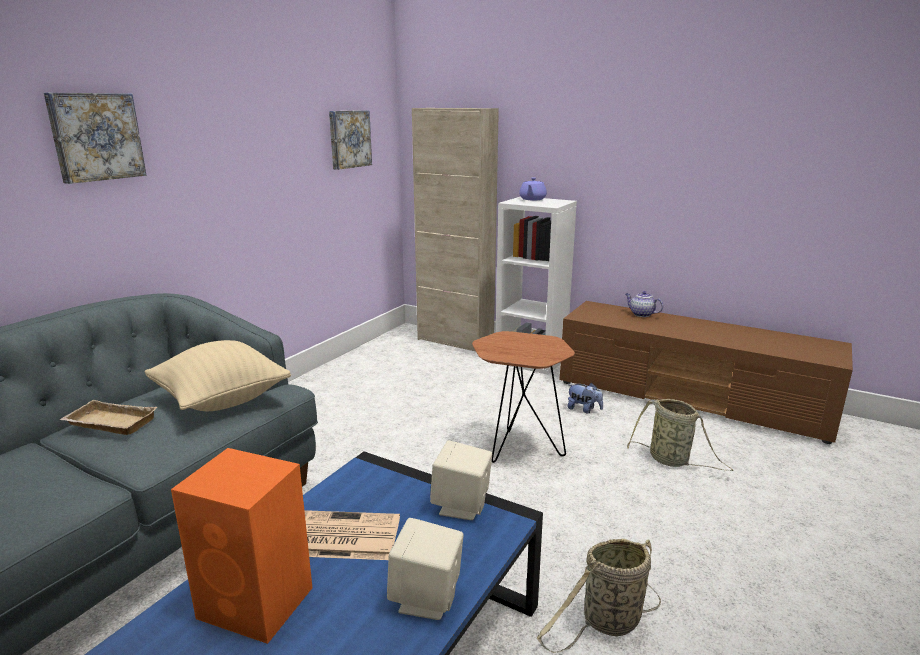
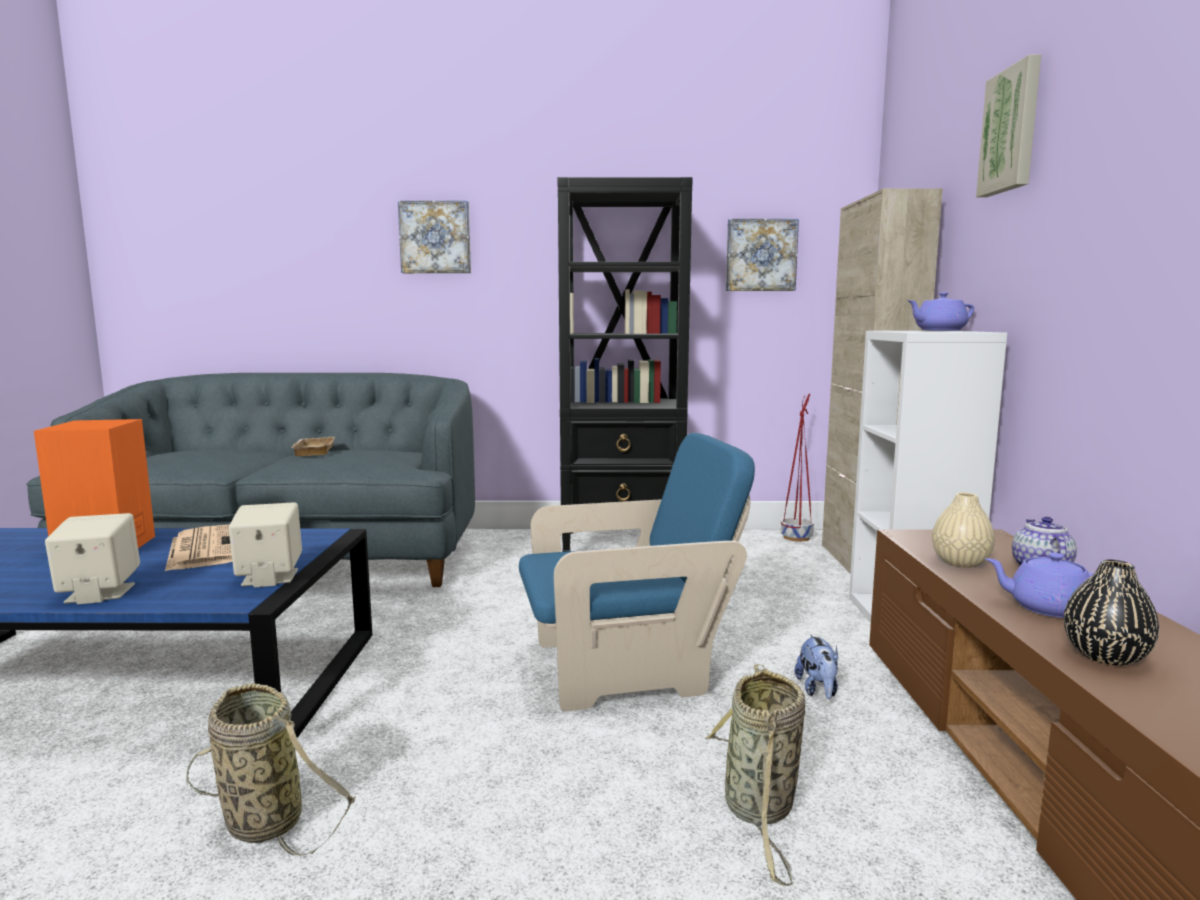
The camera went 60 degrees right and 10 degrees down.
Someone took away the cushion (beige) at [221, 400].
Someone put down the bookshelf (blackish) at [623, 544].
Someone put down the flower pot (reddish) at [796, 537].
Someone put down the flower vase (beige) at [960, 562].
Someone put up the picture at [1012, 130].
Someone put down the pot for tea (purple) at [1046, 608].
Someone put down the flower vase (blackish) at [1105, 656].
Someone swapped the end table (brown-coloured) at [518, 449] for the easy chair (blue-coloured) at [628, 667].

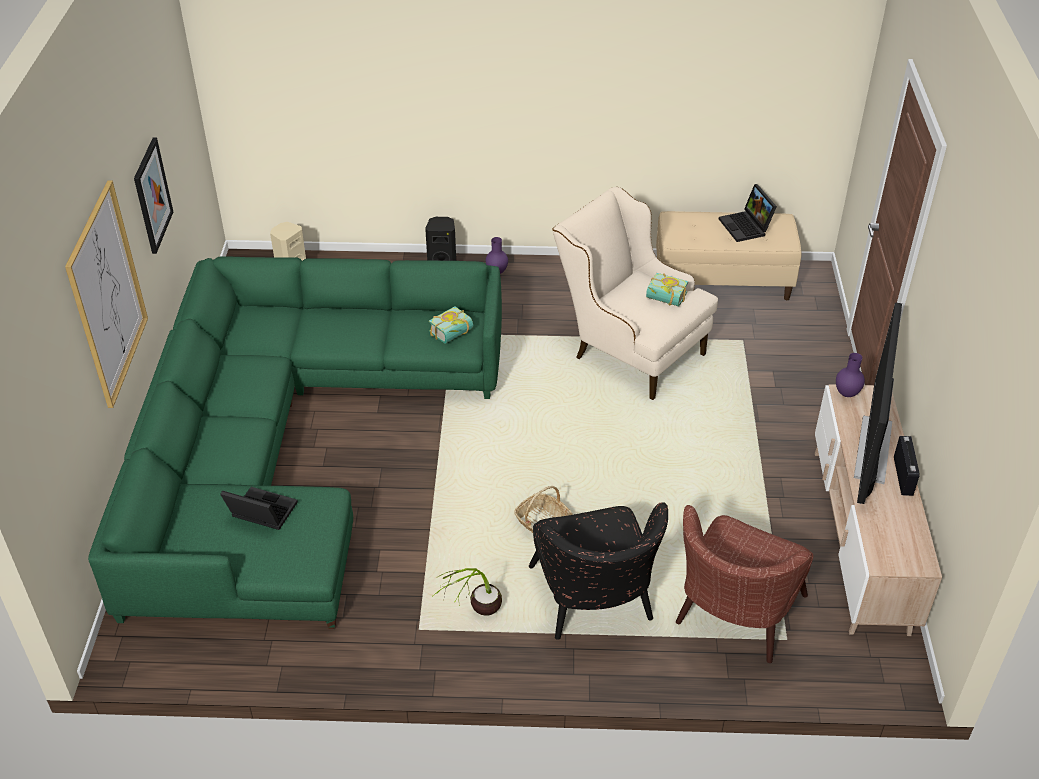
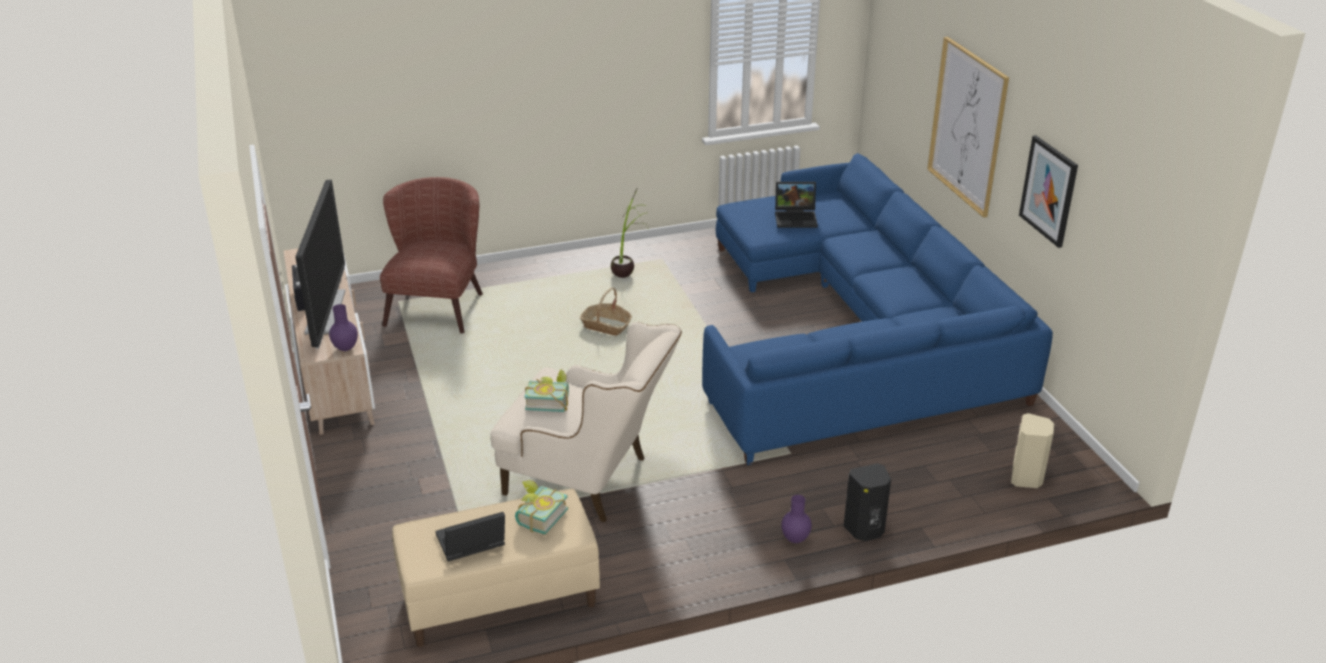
The camera went 160 degrees right and 10 degrees down.
Someone took away the easy chair (blackish) at [594, 604].
Someone carried the volume from [454, 335] to [538, 516].
Someone repainted the sofa (green) at [289, 442], which became the sofa (blue-coloured) at [856, 334].
Someone rotated the portable computer at [746, 227] by 75 degrees counterclockwise.

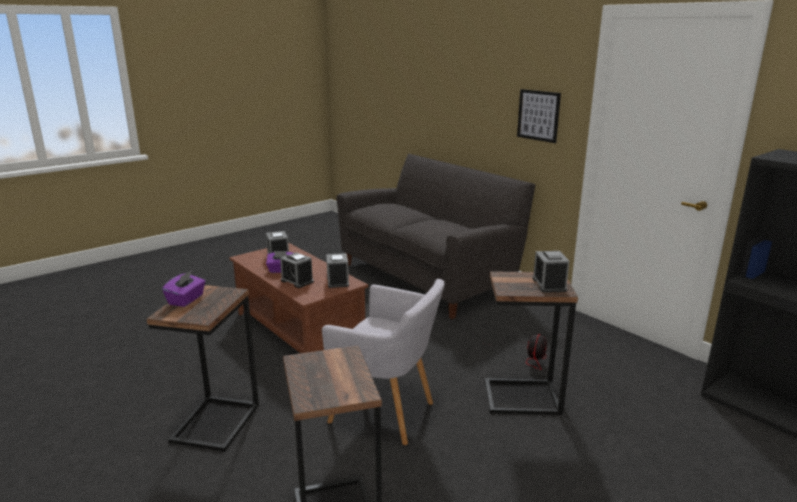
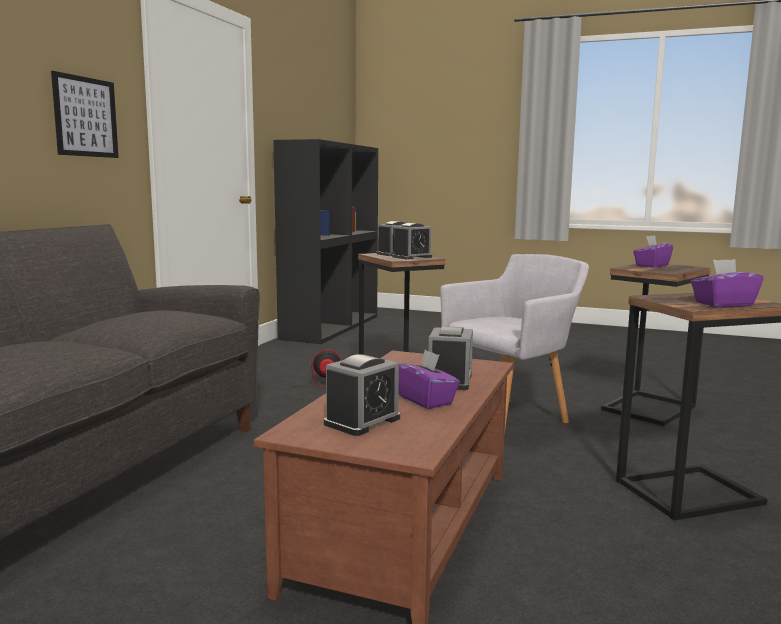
The camera went 120 degrees left and 10 degrees down.
Someone put down the tissue holder (purple) at [651, 266].
Someone carried the bedside clock from [337, 281] to [412, 257].
Someone rotated the easy chair (gray) at [386, 414] by 60 degrees clockwise.

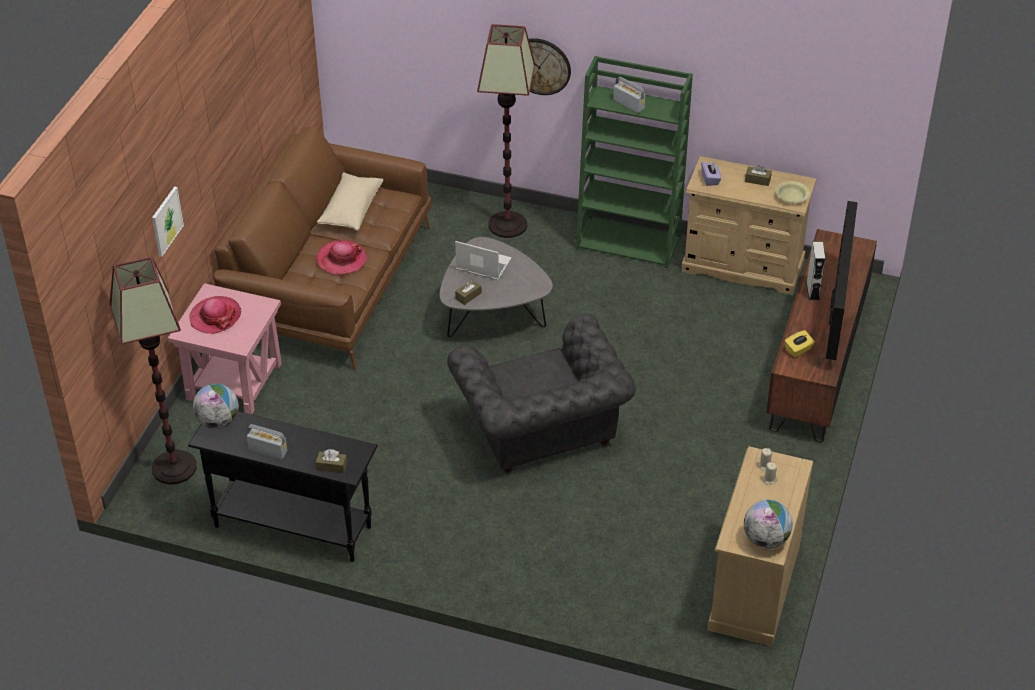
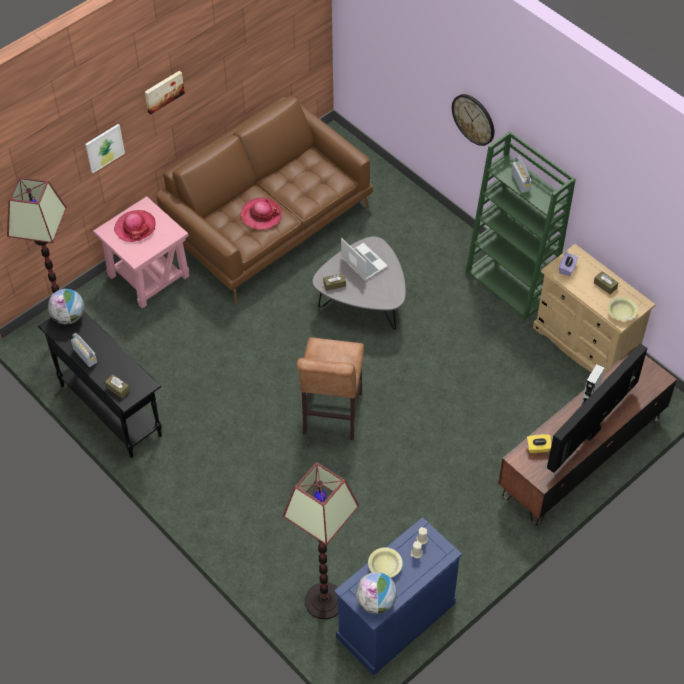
The camera went 30 degrees right and 10 degrees up.
Someone took away the cushion (beige) at [351, 210].
Someone put up the picture at [163, 91].
Someone put down the deep dish (yellowish) at [385, 566].
Someone carried the standing lamp from [508, 225] to [325, 601].
Someone swapped the easy chair (gray) at [542, 432] for the stool seat (brown-coloured) at [331, 417].
Someone repainted the chest of drawers (beige) at [754, 586], which became the chest of drawers (blue-coloured) at [395, 620].

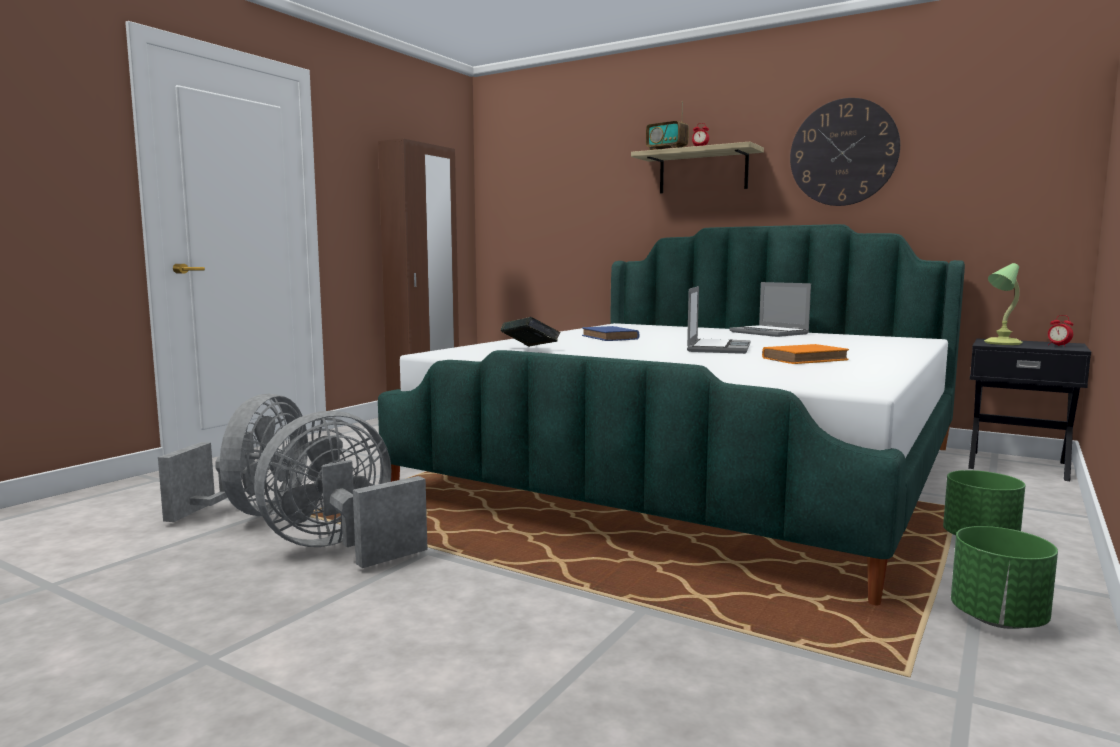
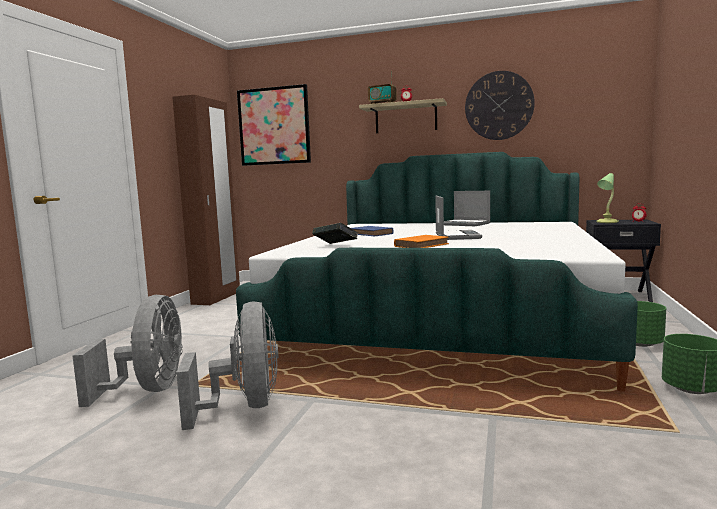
The camera went 15 degrees left and 0 degrees up.
Someone put up the picture at [274, 126].
Someone carried the volume (orangey) from [806, 359] to [422, 245].
Someone rotated the cooling fan (gray) at [341, 548] by 135 degrees clockwise.

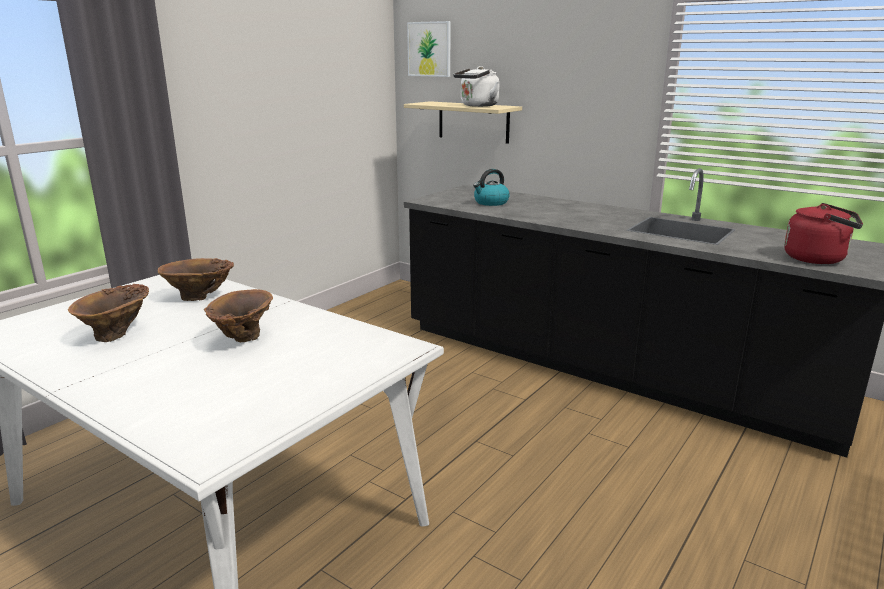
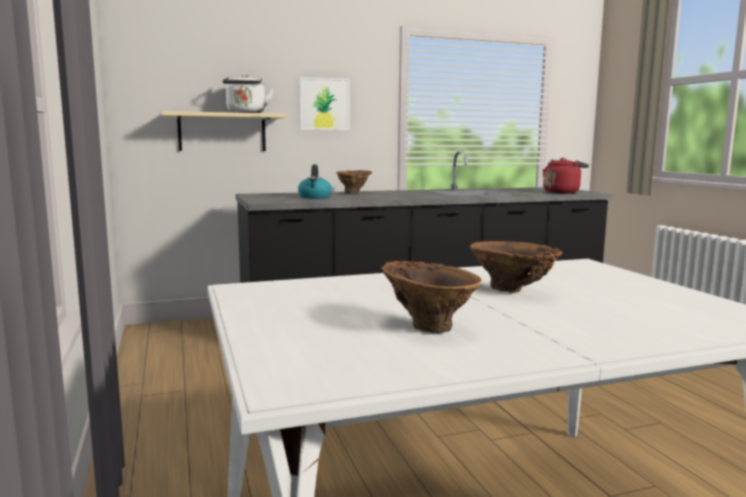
The camera went 55 degrees left and 10 degrees down.
Someone carried the flower vase (brown-coloured) from [200, 298] to [354, 192].
Someone carried the picture from [429, 49] to [324, 104].

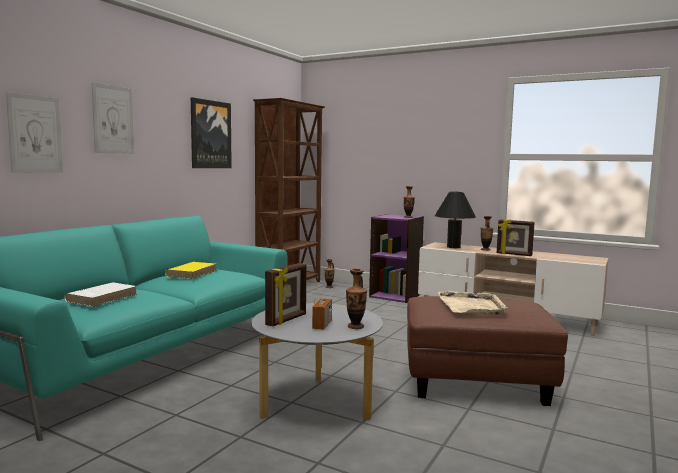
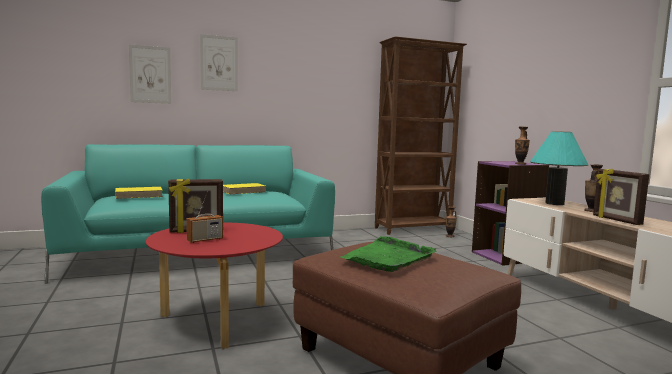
The camera went 40 degrees right and 0 degrees up.
Someone took away the picture at [210, 134].
Someone took away the flower vase at [355, 327].
Someone repainted the volume (white-coloured) at [102, 297], which became the volume (yellowish) at [139, 195].
Someone repainted the low table (gray) at [316, 403], which became the low table (reddish) at [217, 320].
Someone repainted the table lamp (blackish) at [453, 247], which became the table lamp (turquoise) at [554, 203].
Someone repainted the serving tray (beige) at [472, 306], which became the serving tray (green) at [388, 257].

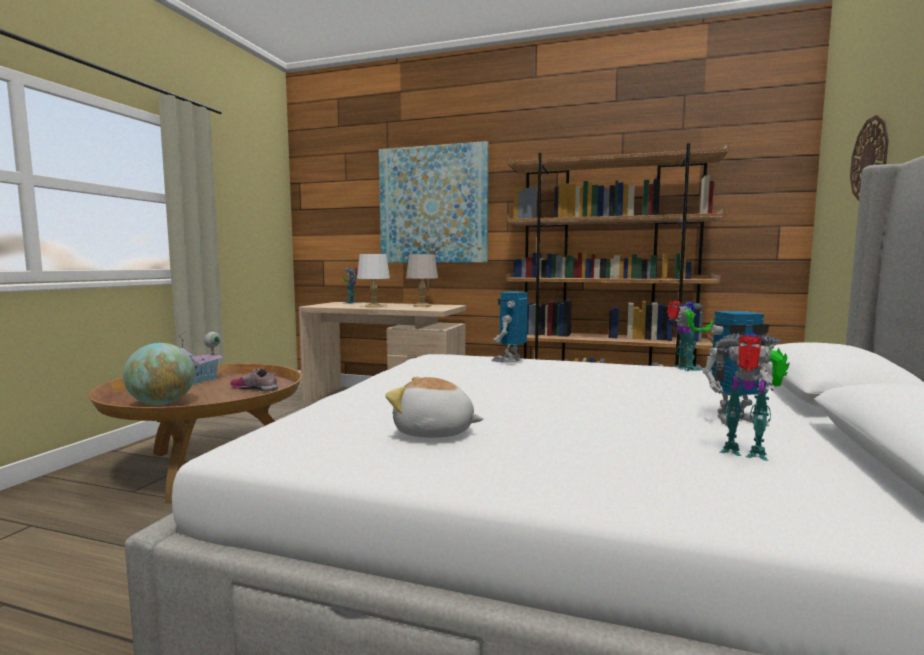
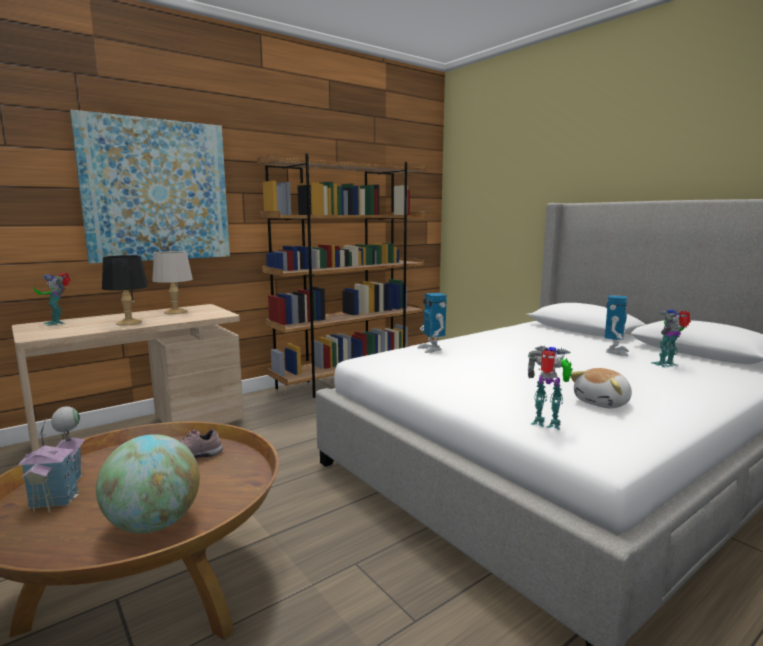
The camera went 55 degrees left and 5 degrees up.
Someone took away the hanging clock at [870, 159].
Someone carried the robot figure from [685, 368] to [547, 424].
Someone repainted the table lamp (white-coloured) at [374, 306], which became the table lamp (blackish) at [129, 322].

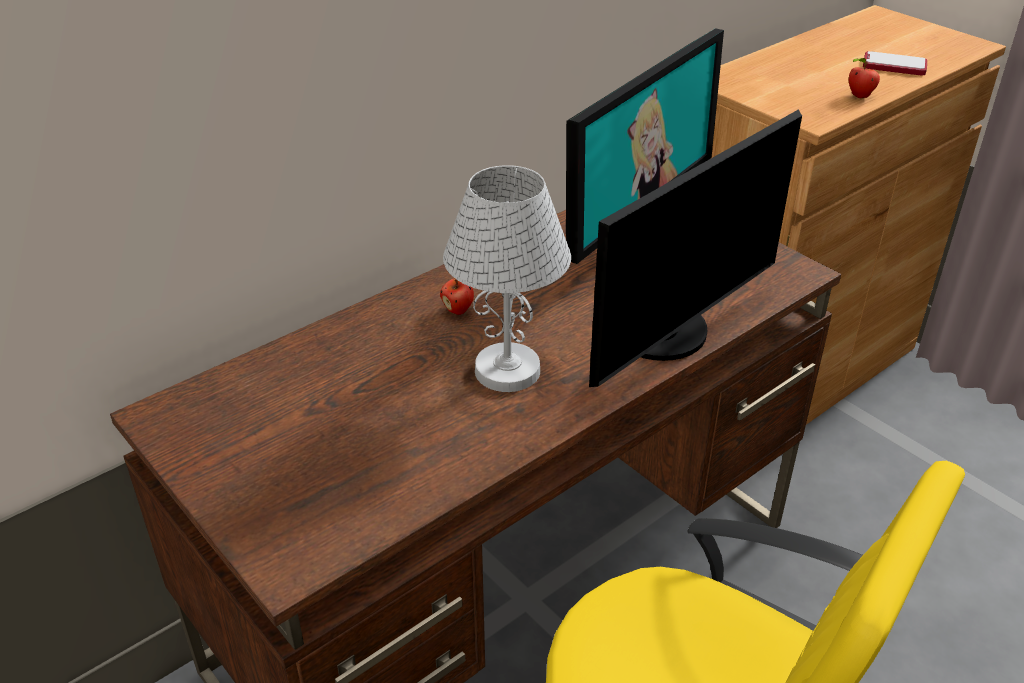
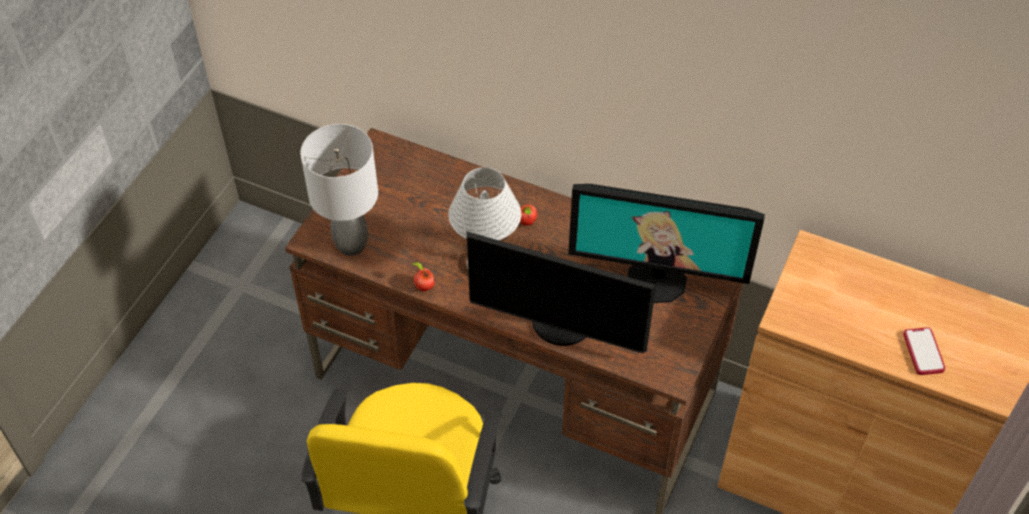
The camera went 65 degrees right and 15 degrees up.
Someone put down the table lamp (gray) at [352, 245].
Someone carried the apple fruit from [859, 96] to [423, 287].

